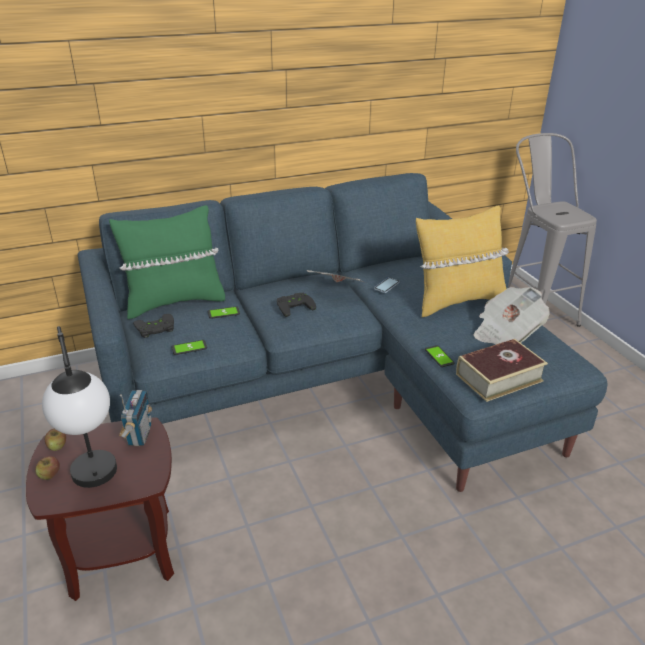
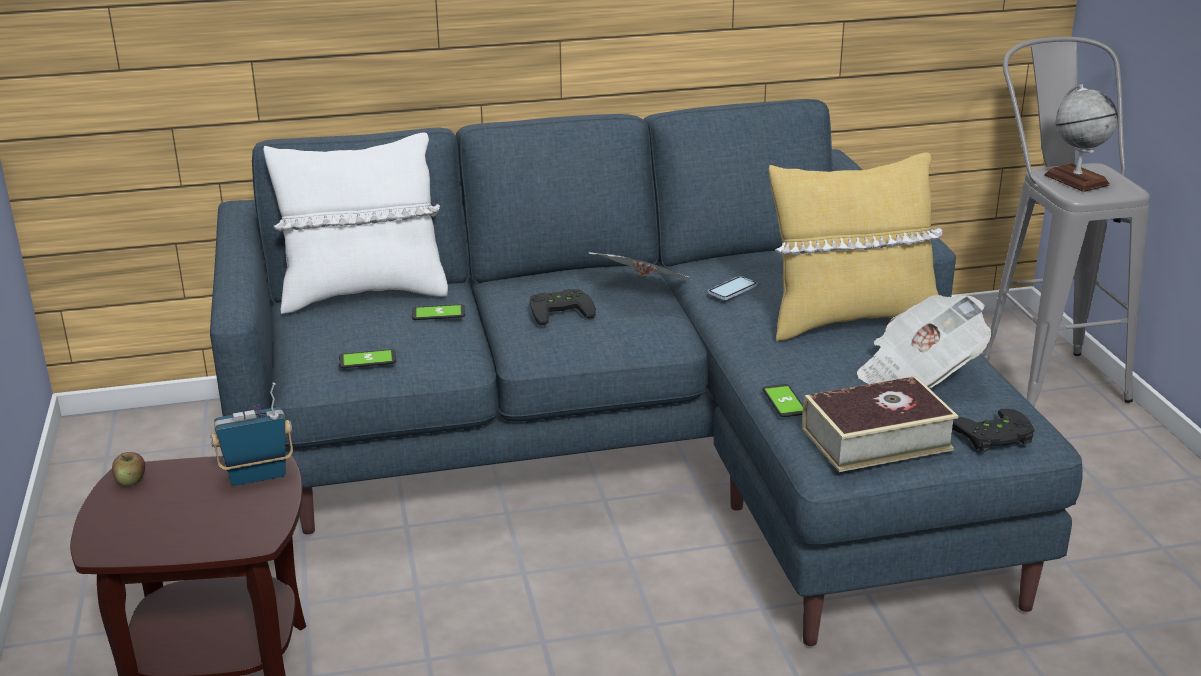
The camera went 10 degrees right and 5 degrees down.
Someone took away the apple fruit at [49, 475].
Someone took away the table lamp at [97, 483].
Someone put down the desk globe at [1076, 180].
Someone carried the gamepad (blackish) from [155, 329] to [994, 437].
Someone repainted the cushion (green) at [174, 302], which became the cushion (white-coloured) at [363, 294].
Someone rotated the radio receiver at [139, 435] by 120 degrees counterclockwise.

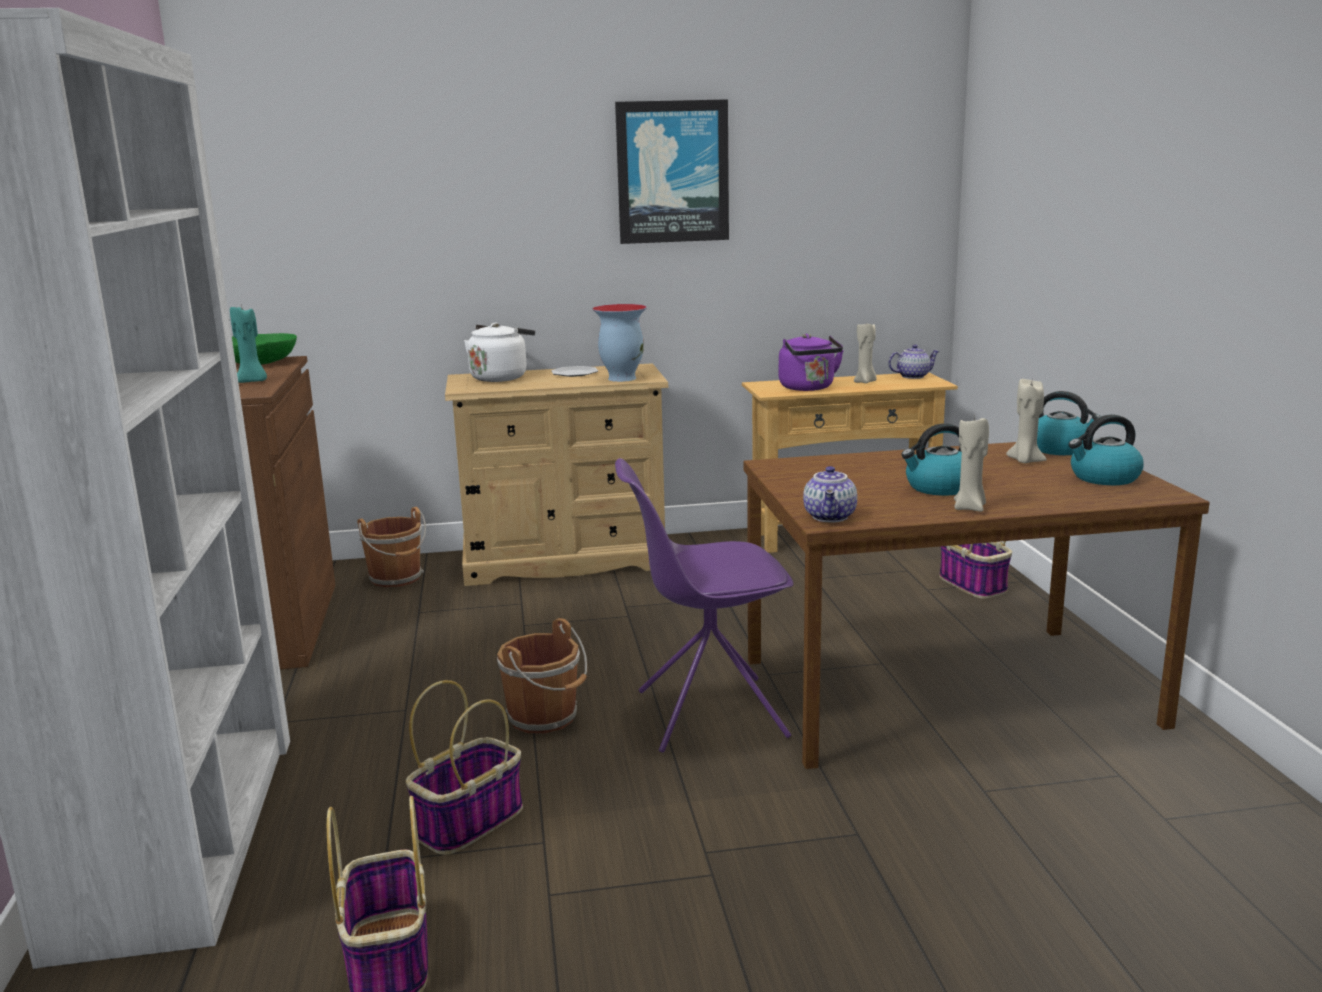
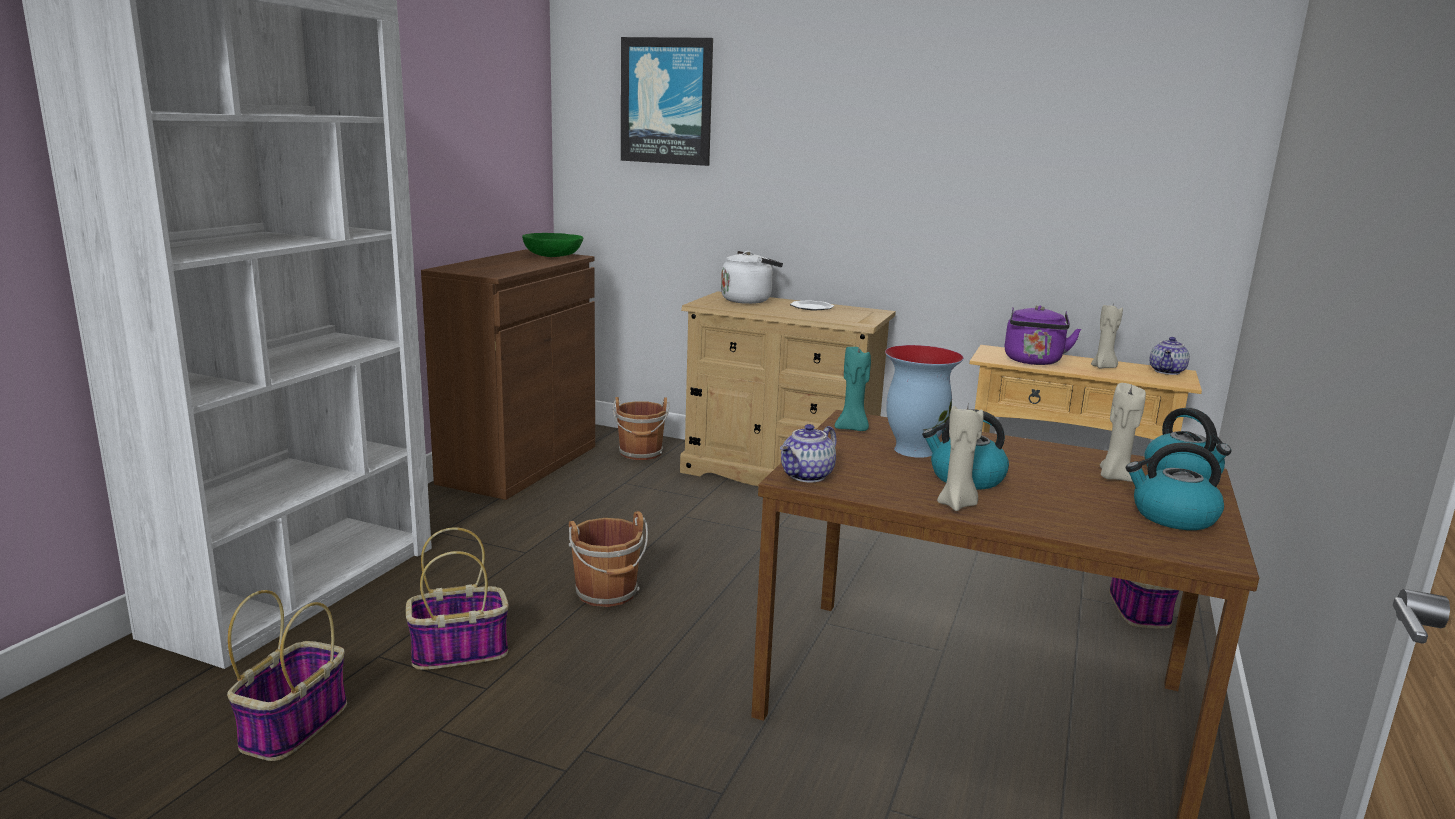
The camera went 30 degrees right and 0 degrees up.
Someone took away the plain chair (purple) at [707, 714].
Someone carried the candle (turquoise) from [253, 381] to [853, 429].
Someone carried the flower vase from [621, 378] to [913, 450].
Someone carried the picture from [672, 172] to [666, 101].
Someone rotated the pot for tea at [913, 376] by 105 degrees clockwise.

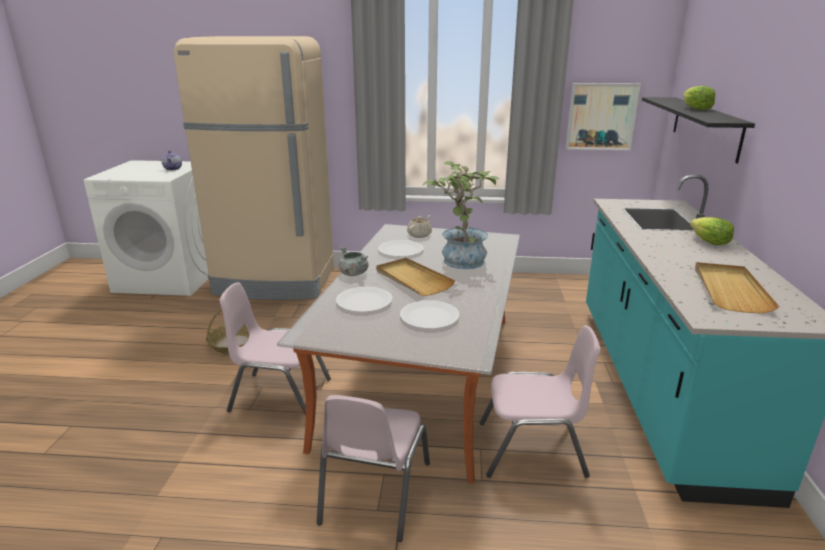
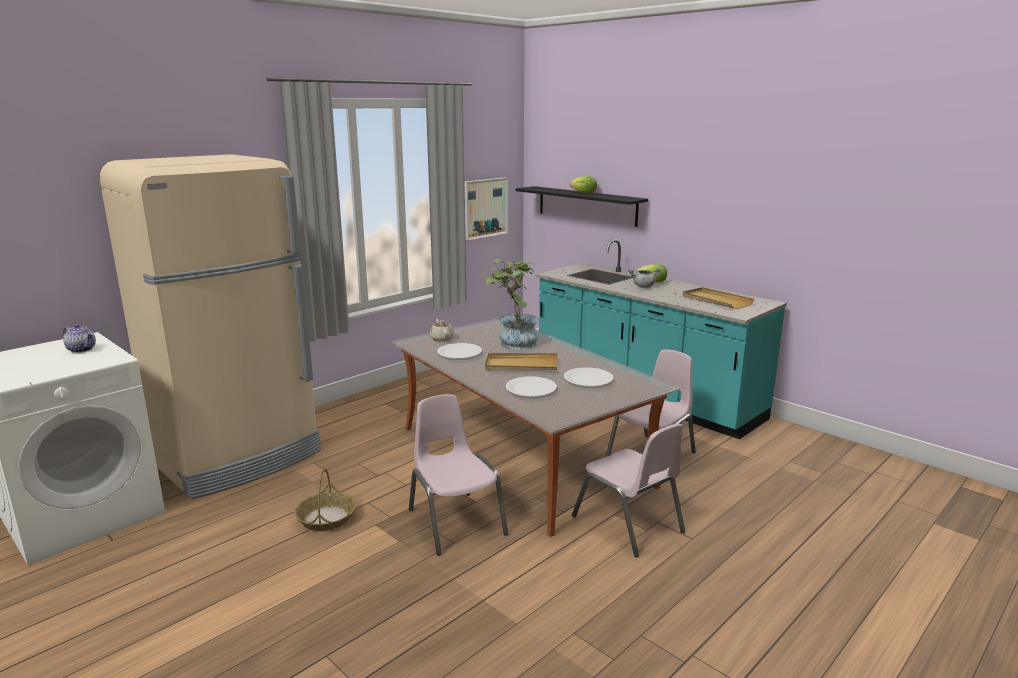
The camera went 50 degrees left and 5 degrees down.
Someone carried the cooking pot (gray) from [353, 273] to [643, 286].
Someone rotated the plain chair (pink) at [280, 395] by 105 degrees clockwise.

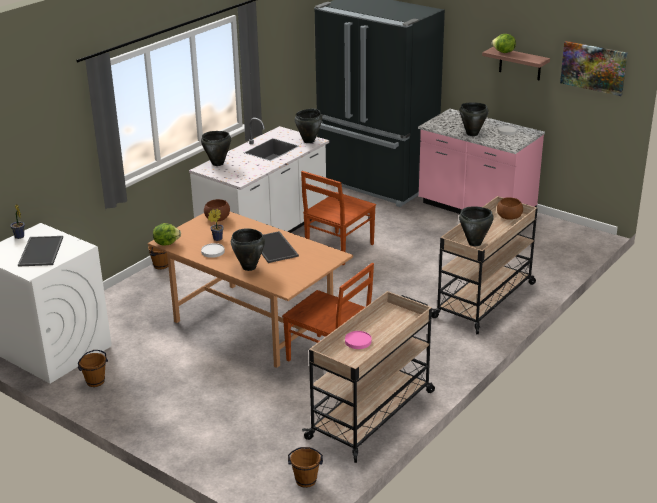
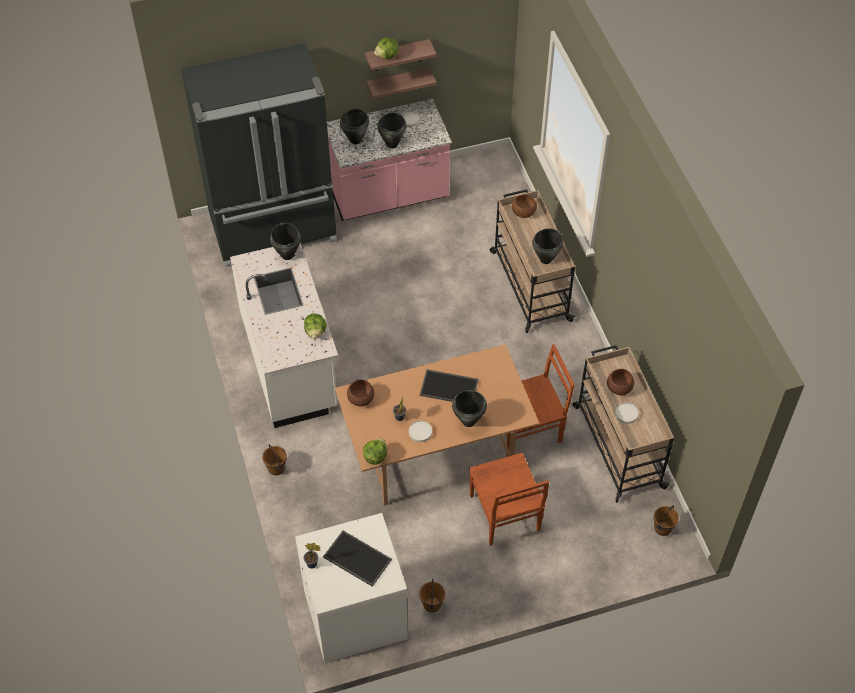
The camera went 55 degrees left and 25 degrees up.
Someone took away the picture at [593, 67].
Someone put down the head of lettuce at [315, 332].
Someone put up the bracket shelf at [398, 83].
Someone put down the deep dish (brown-coloured) at [619, 387].
Someone carried the cooking pot (blackish) from [218, 164] to [356, 140].
Someone carried the plain chair (brown-coloured) from [338, 249] to [505, 514].
Someone repainted the dinner plate (pink) at [358, 341], which became the dinner plate (white-coloured) at [626, 413].

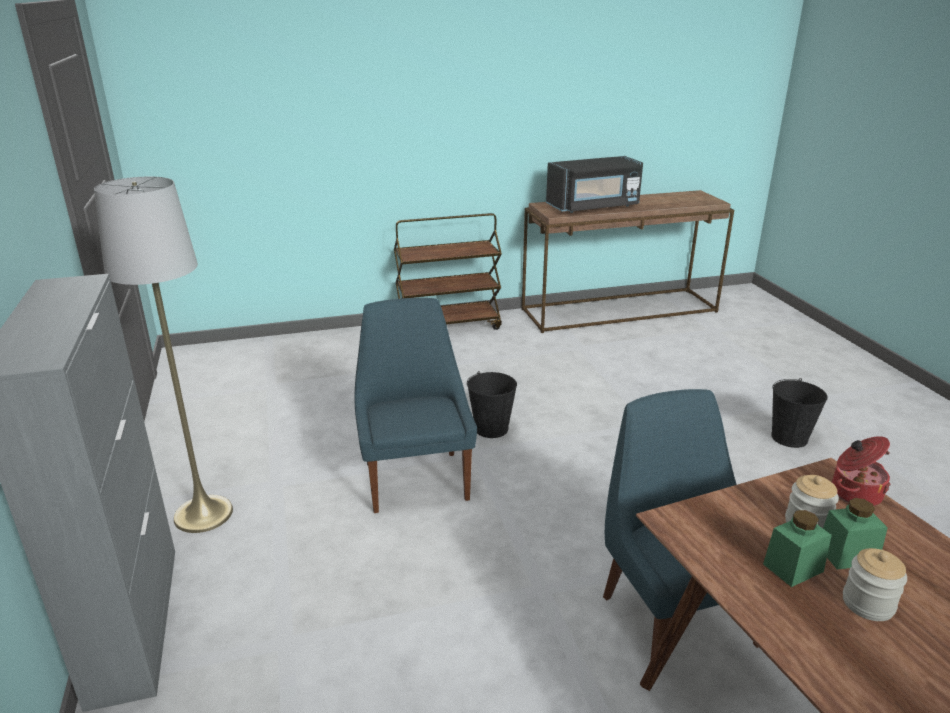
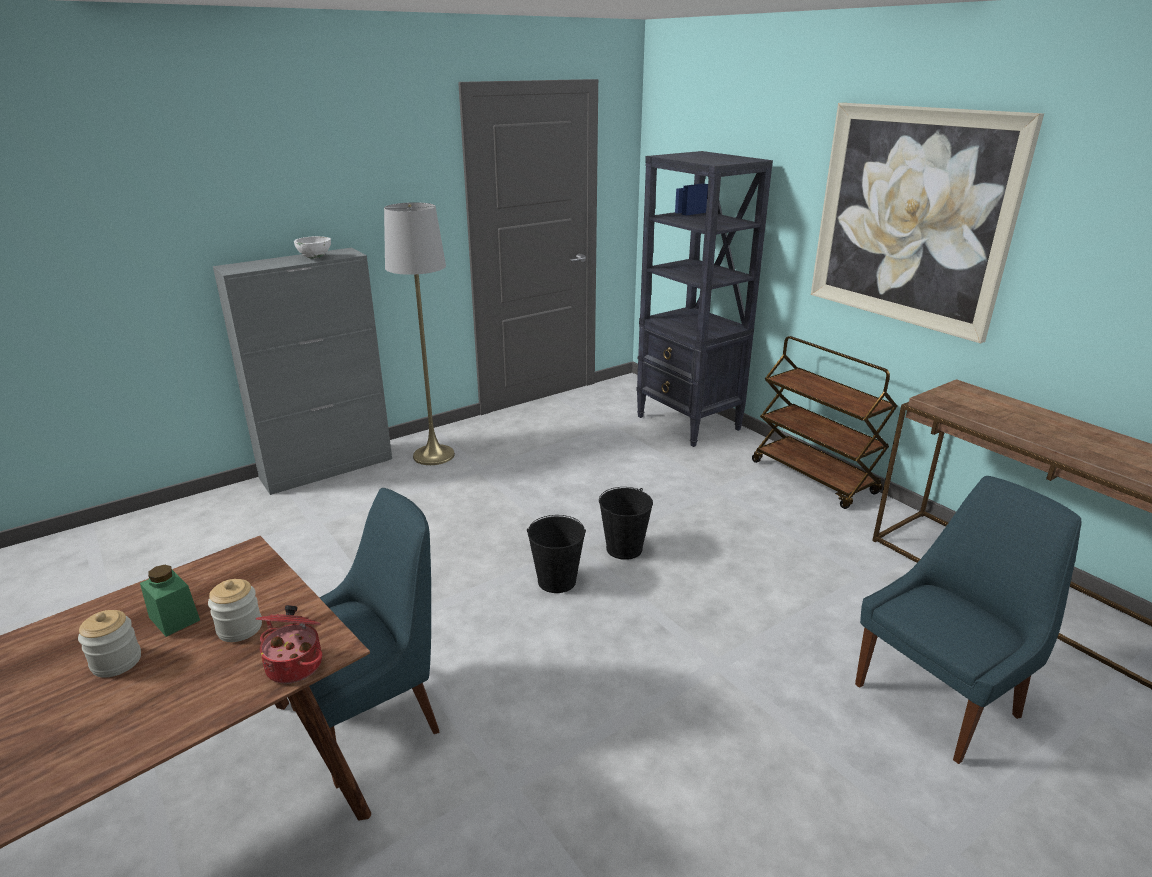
The camera went 70 degrees right and 0 degrees up.
Someone took away the kitchen microwave (blackish) at [593, 207].
Someone took away the preserve jar (green) at [847, 554].
Someone put down the deep dish (white-coloured) at [314, 258].
Someone put down the bookshelf (blackish) at [688, 423].
Someone put up the picture at [911, 217].
Someone carried the plain chair (blue-coloured) from [415, 478] to [940, 698].
Someone carried the bucket (blackish) from [789, 438] to [557, 581].

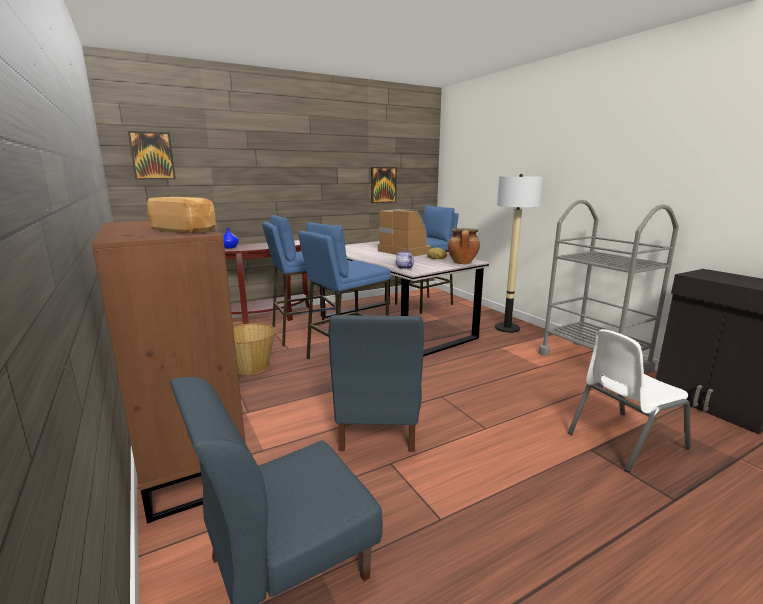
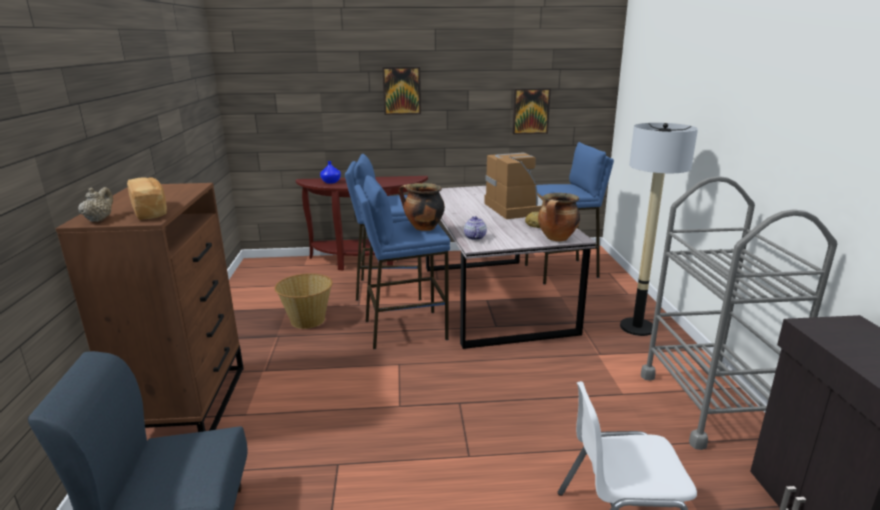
The camera went 25 degrees right and 5 degrees up.
Someone took away the plain chair (blue-coloured) at [377, 427].
Someone put down the pot for tea (beige) at [99, 219].
Someone put down the cooking pot at [423, 228].
Someone carried the picture from [152, 156] to [402, 90].

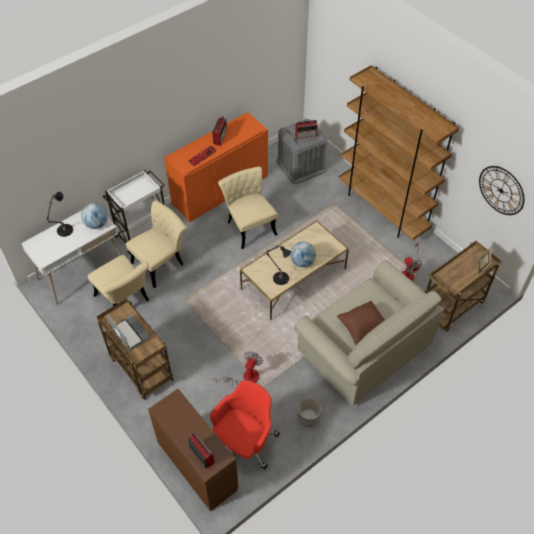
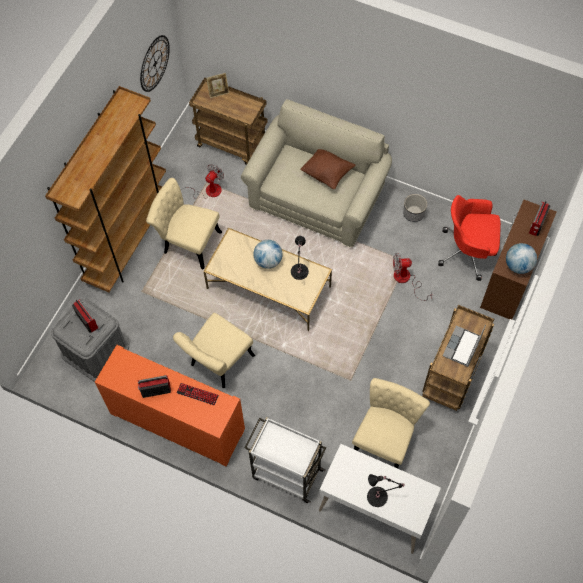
The camera went 115 degrees left and 10 degrees up.
Someone carried the desk globe from [96, 224] to [518, 265].
Someone carried the plain chair (beige) from [161, 262] to [187, 241].

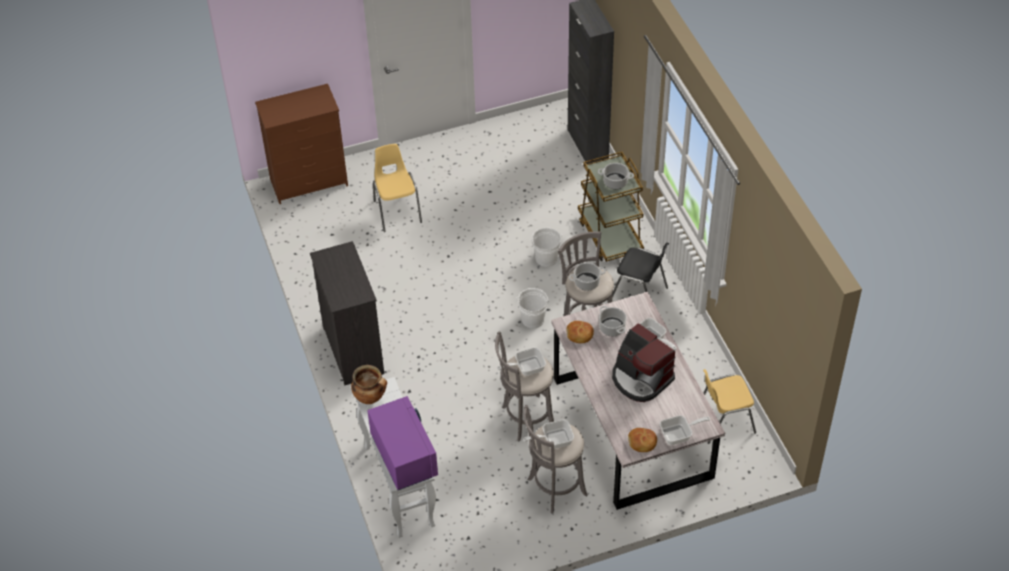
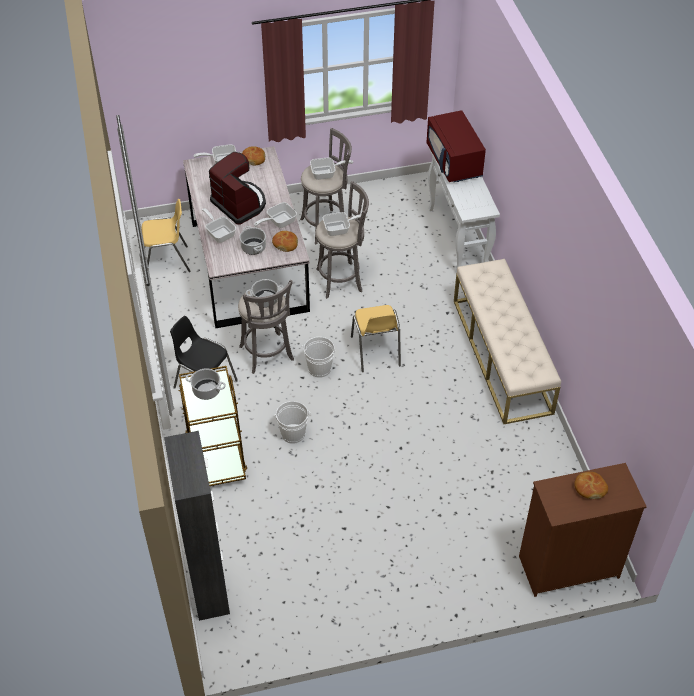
The camera went 175 degrees left and 0 degrees up.
Someone took away the cooking pot at [370, 397].
Someone put down the skillet at [278, 222].
Someone put down the bread at [589, 488].
Someone carried the plain chair (yellowish) from [397, 211] to [376, 352].
Someone swapped the chest of drawers (blackish) at [353, 350] for the indoor bench (beige) at [502, 356].
Someone repainted the kitchen microwave (purple) at [403, 456], which became the kitchen microwave (reddish) at [454, 162].

